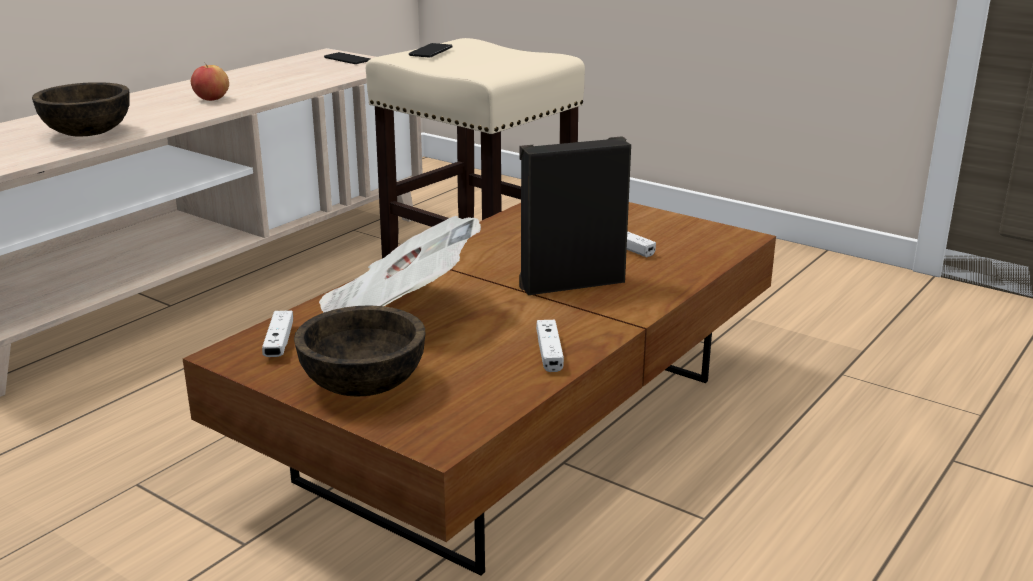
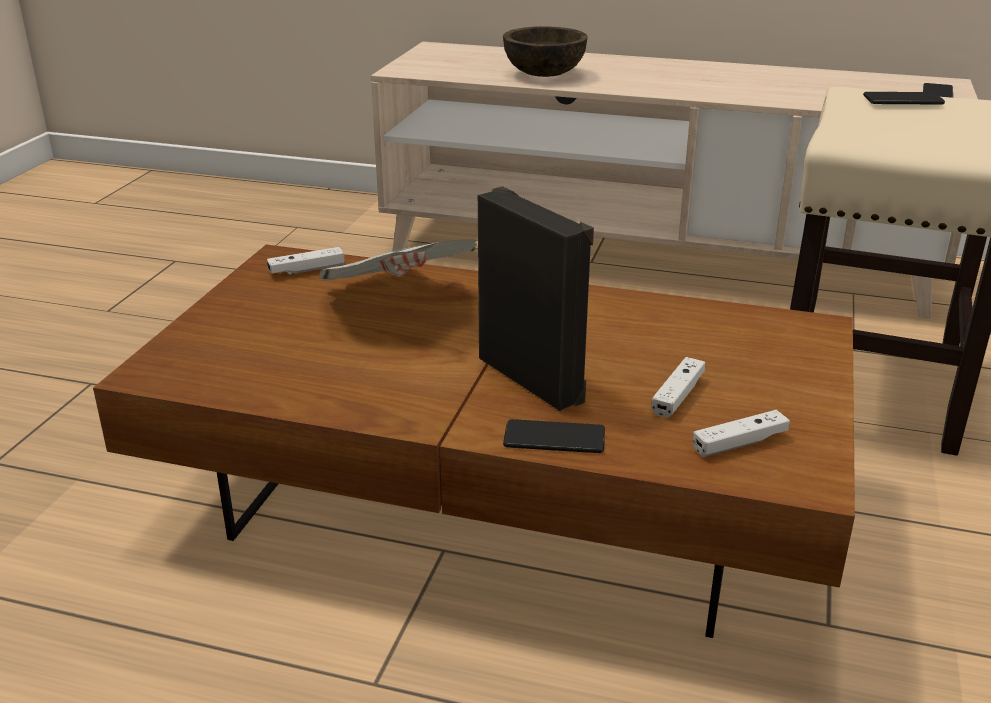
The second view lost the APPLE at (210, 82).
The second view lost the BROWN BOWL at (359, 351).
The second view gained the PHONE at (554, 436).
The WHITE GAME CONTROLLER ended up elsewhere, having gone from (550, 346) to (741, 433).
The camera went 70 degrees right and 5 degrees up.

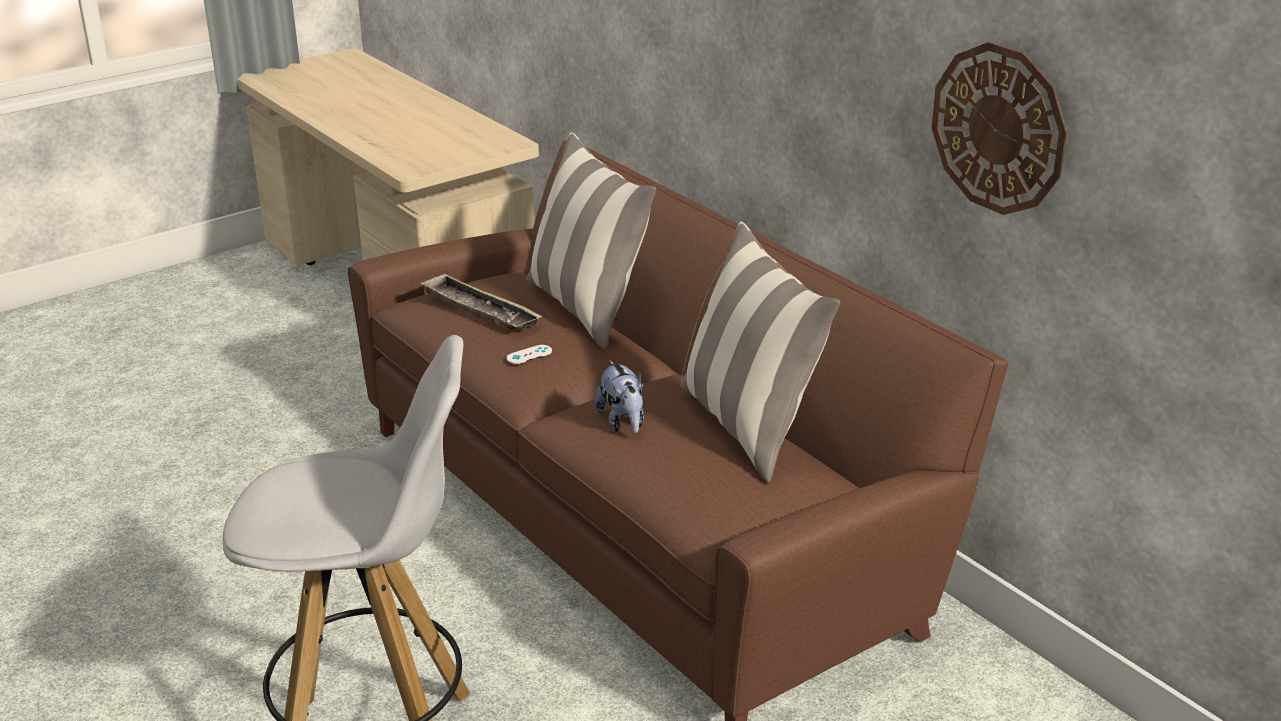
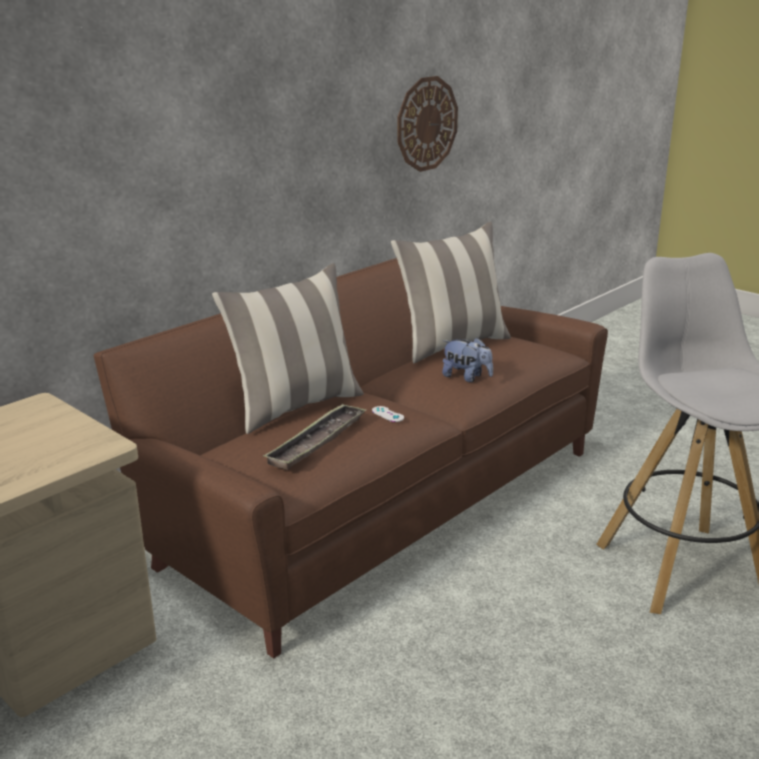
The PLUSH TOY at (619, 396) ended up facing another way, 60 degrees clockwise from before.
The camera went 100 degrees left and 5 degrees down.

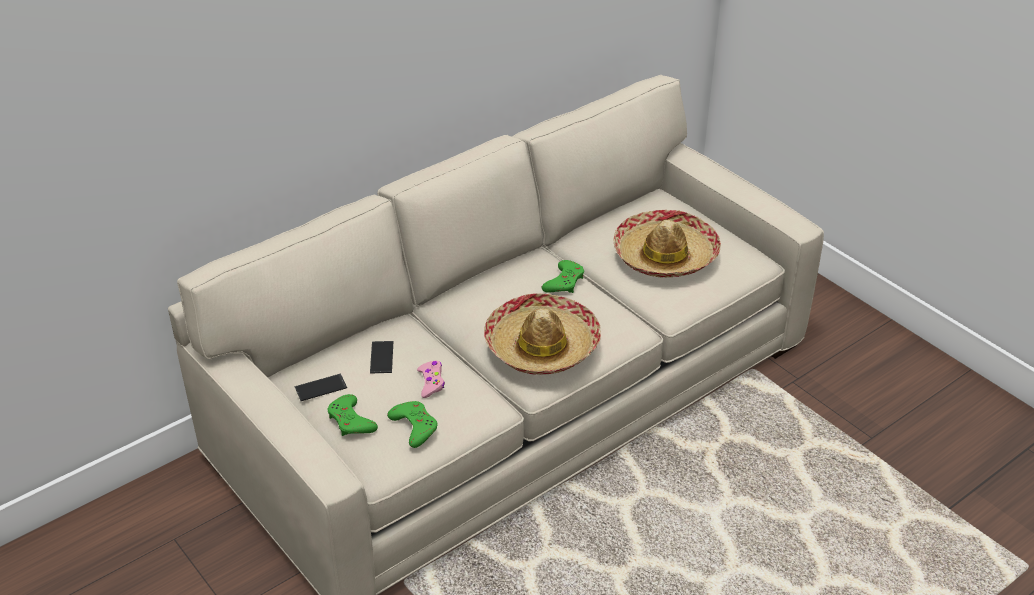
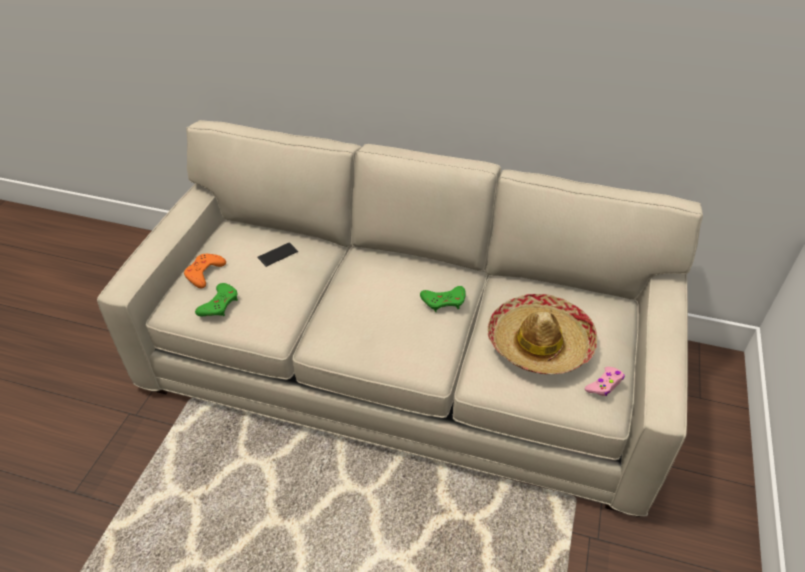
The second view lost the PHONE at (321, 387).
The second view lost the HAT at (542, 334).
The PINK GAME CONTROLLER ended up elsewhere, having gone from (431, 379) to (604, 381).
What was the GREEN GAME CONTROLLER at (353, 415) turned into the ORANGE GAME CONTROLLER at (205, 271).
The camera went 55 degrees right and 5 degrees up.

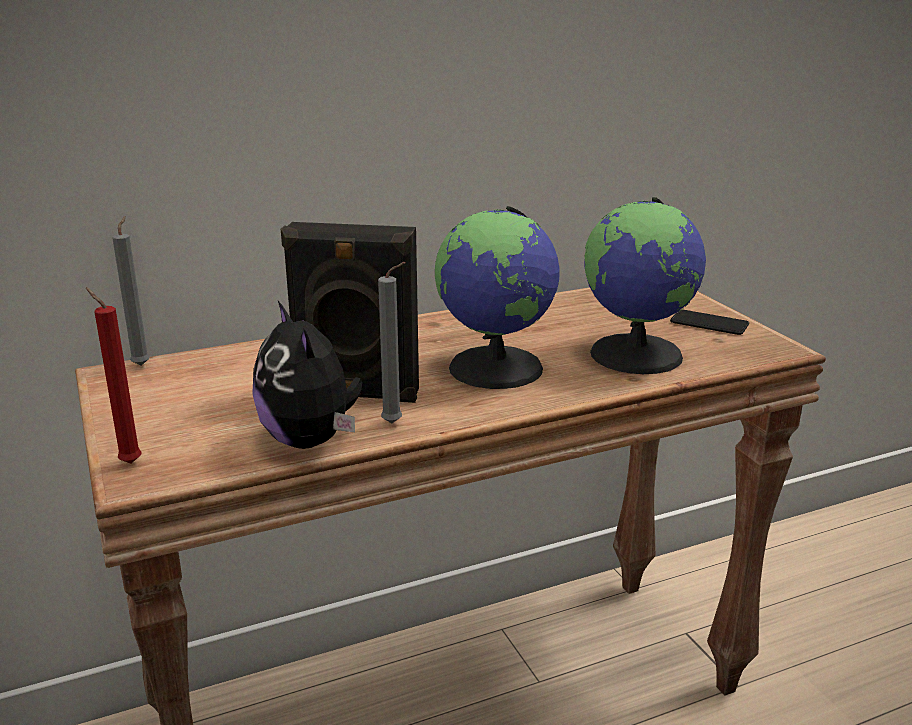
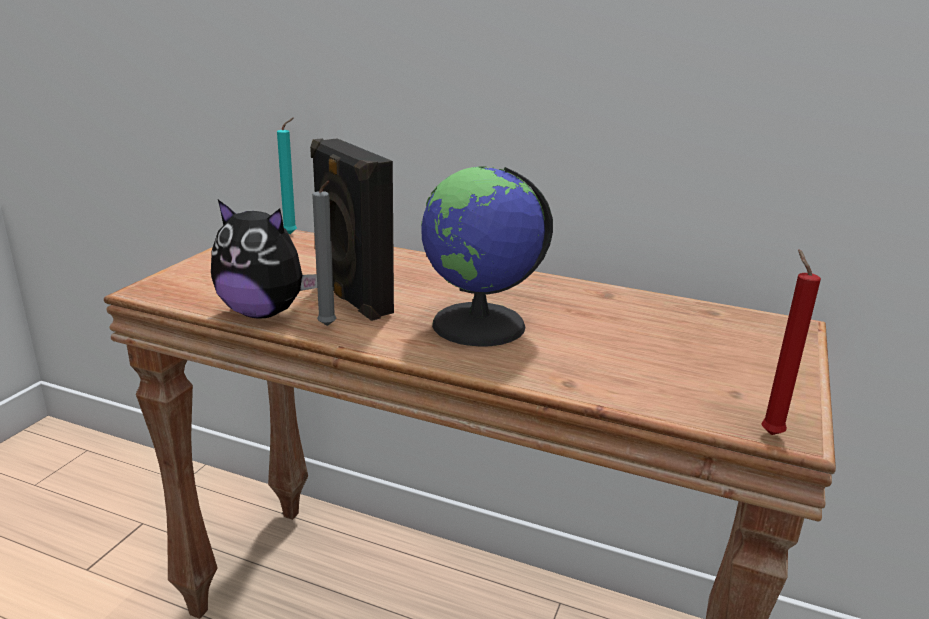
The second view lost the GLOBE at (645, 285).
The second view lost the PHONE at (709, 322).
The RED CANDLE ended up elsewhere, having gone from (113, 375) to (791, 342).
What was the GREY CANDLE at (131, 291) turned into the TURQUOISE CANDLE at (287, 175).
The PLUSH TOY at (307, 375) ended up facing another way, 90 degrees counterclockwise from before.
The camera went 45 degrees right and 0 degrees up.

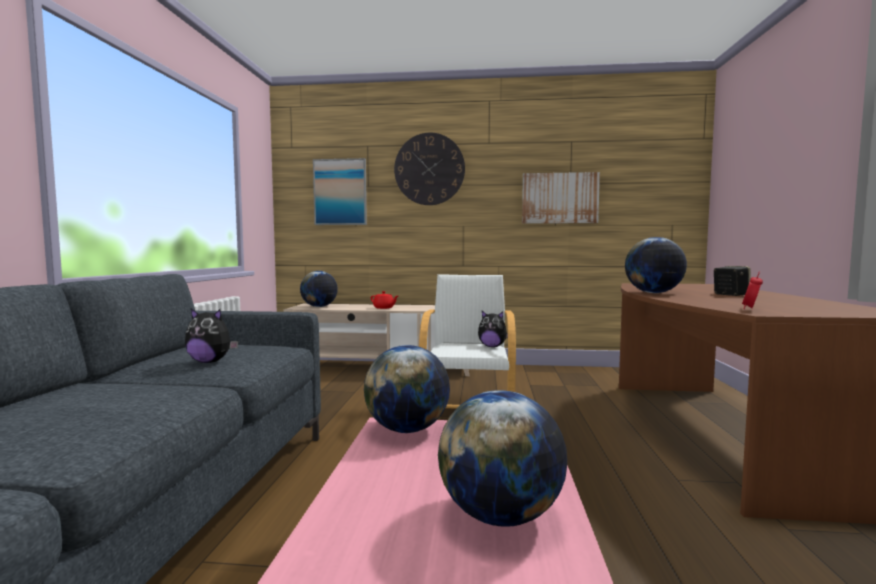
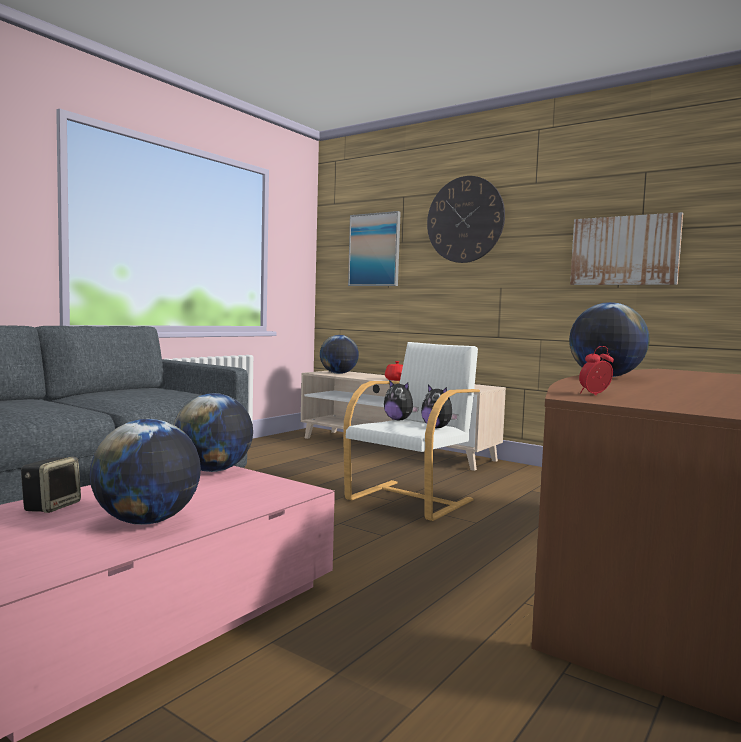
The PLUSH TOY ended up elsewhere, having gone from (212, 336) to (401, 400).
The SPEAKER ended up elsewhere, having gone from (732, 281) to (51, 485).
The camera went 30 degrees right and 0 degrees up.

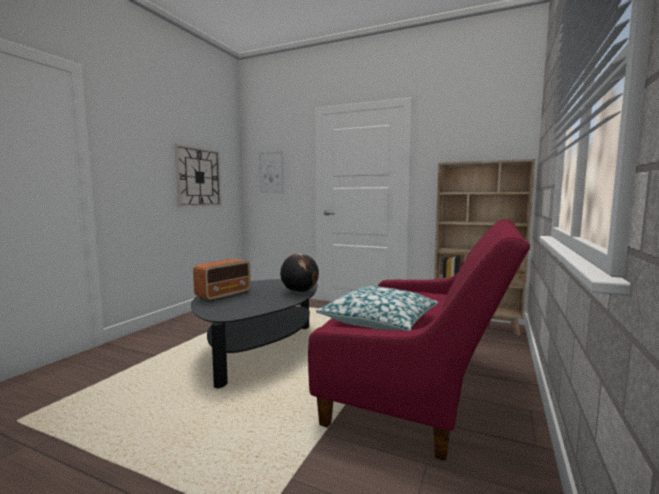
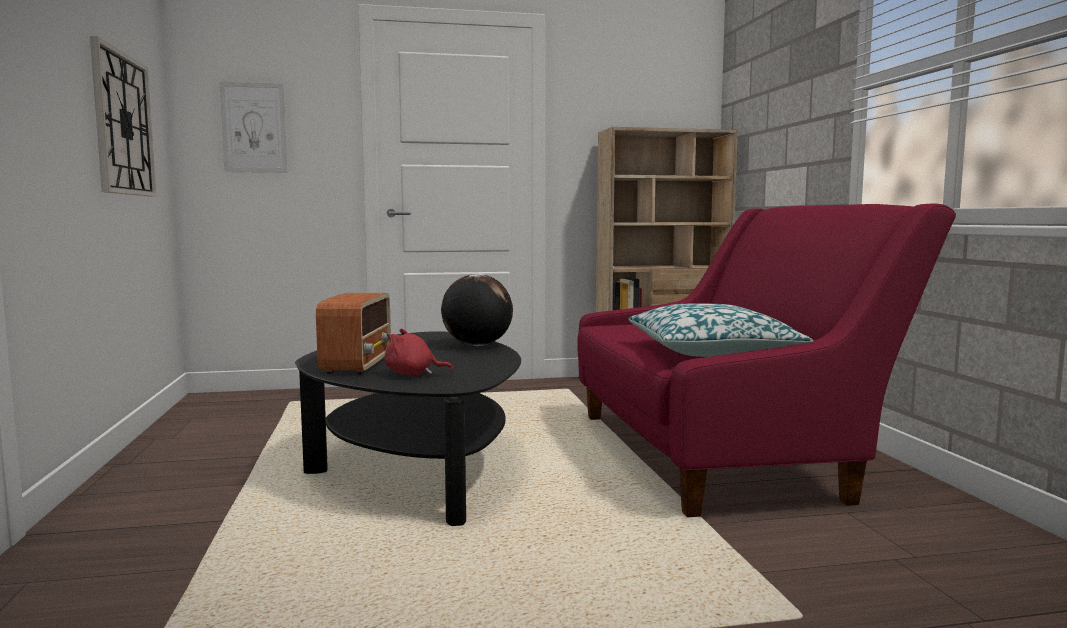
The second view gained the RED PLUSH TOY at (418, 352).
The camera went 35 degrees left and 0 degrees up.

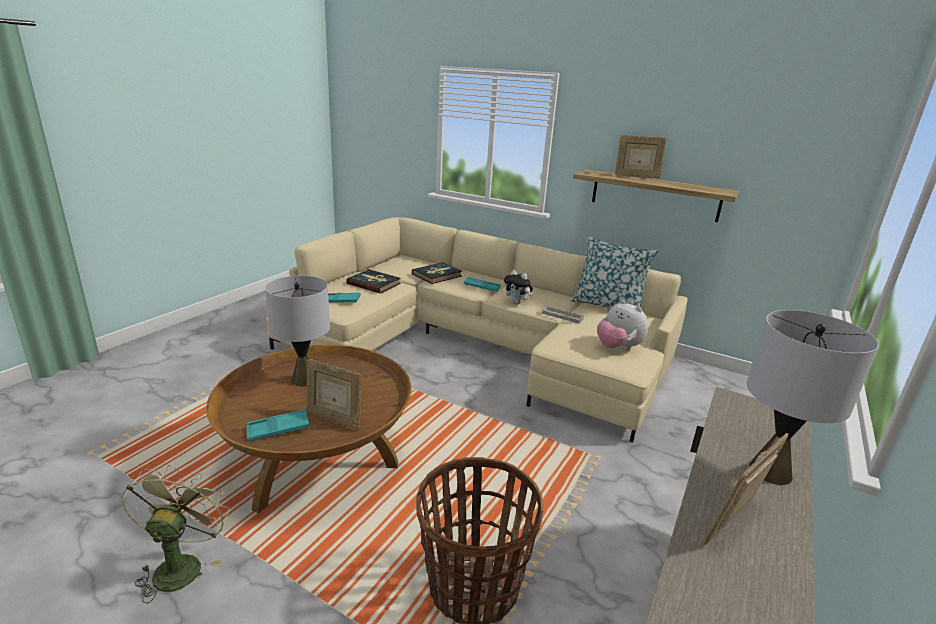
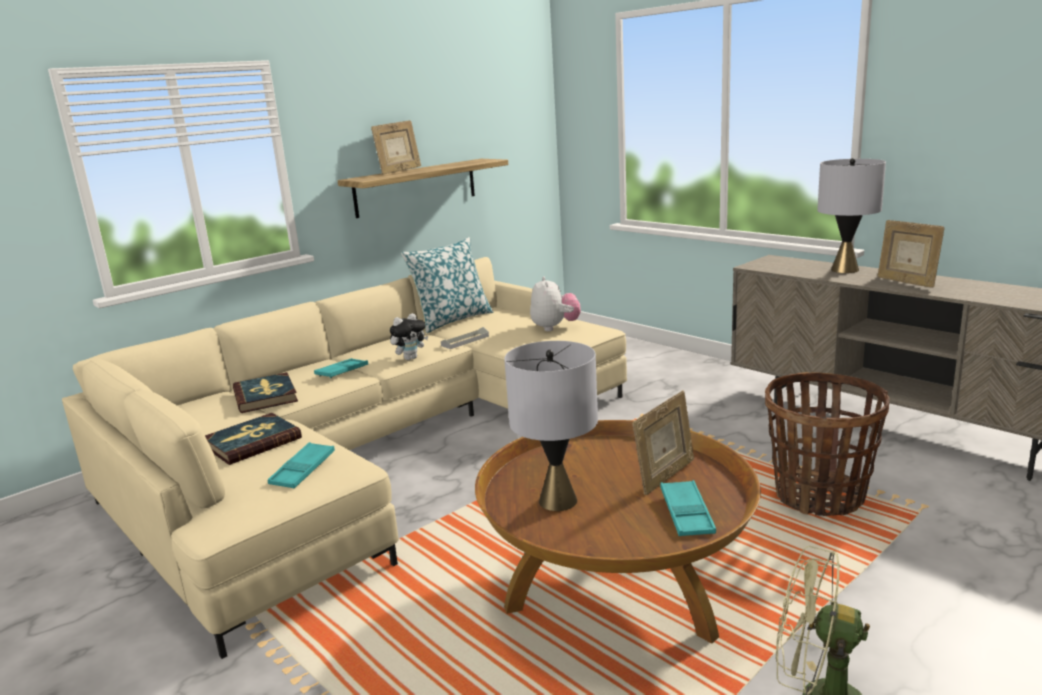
The PLUSH TOY at (622, 325) ended up facing another way, 75 degrees counterclockwise from before.
The camera went 70 degrees left and 5 degrees down.

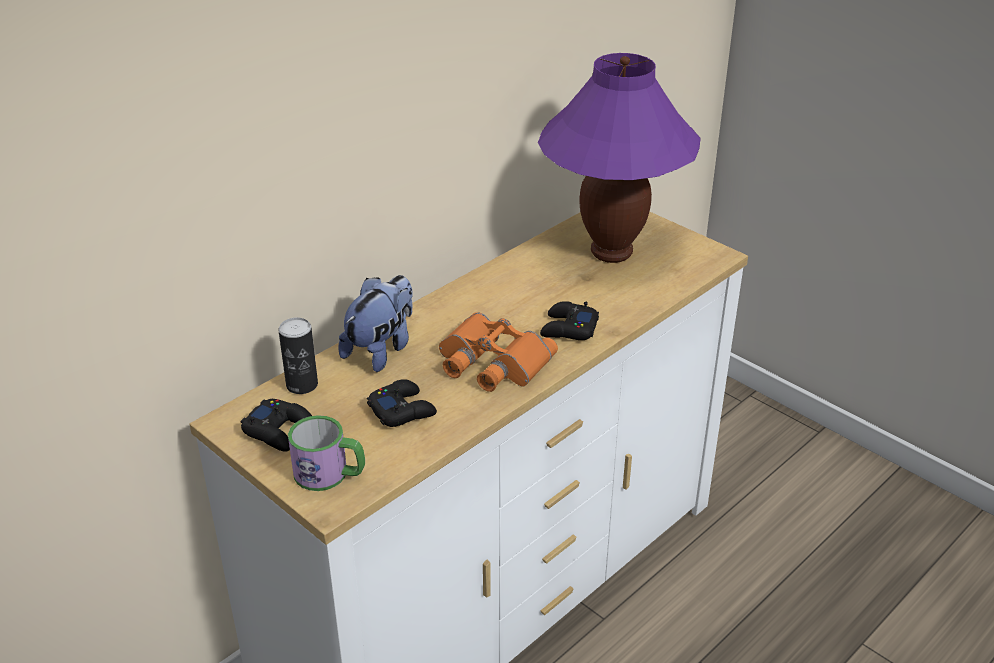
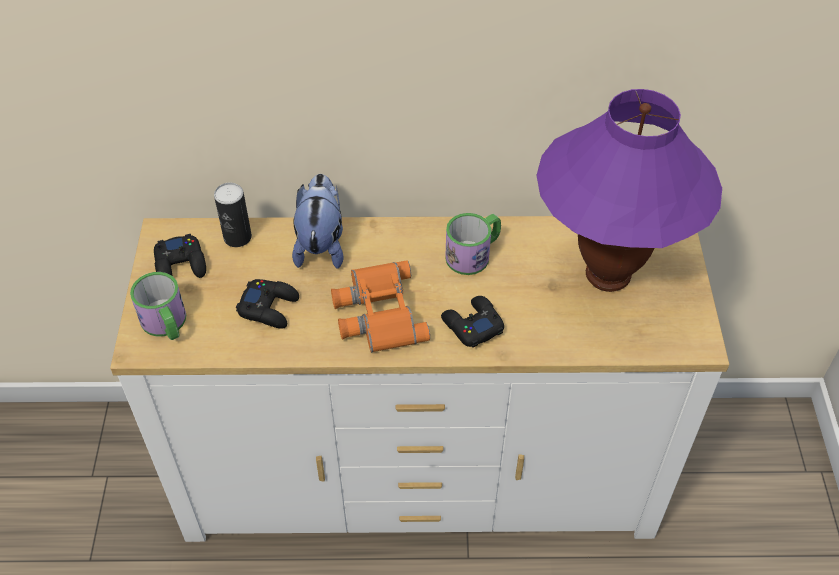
The second view gained the MUG at (473, 244).
The PLUSH TOY at (375, 323) ended up facing another way, 75 degrees counterclockwise from before.
The camera went 45 degrees right and 15 degrees up.

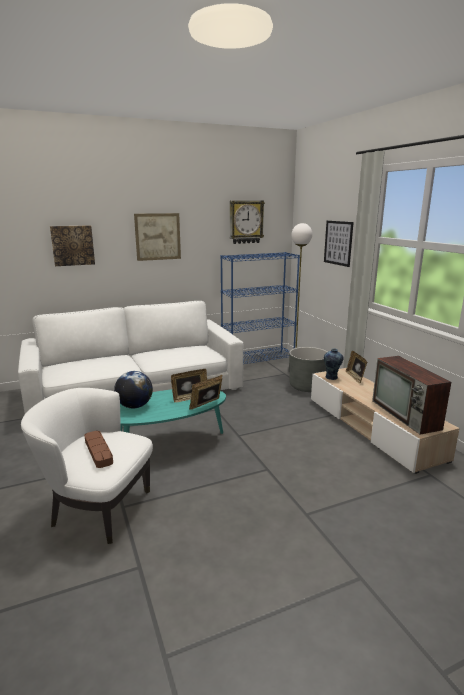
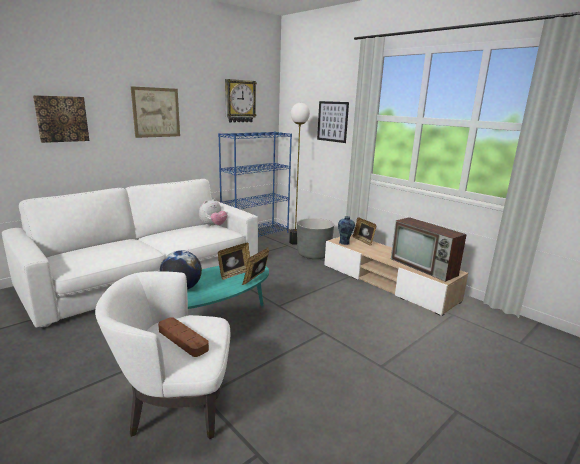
The second view gained the PLUSH TOY at (213, 212).
The camera went 20 degrees left and 0 degrees up.

